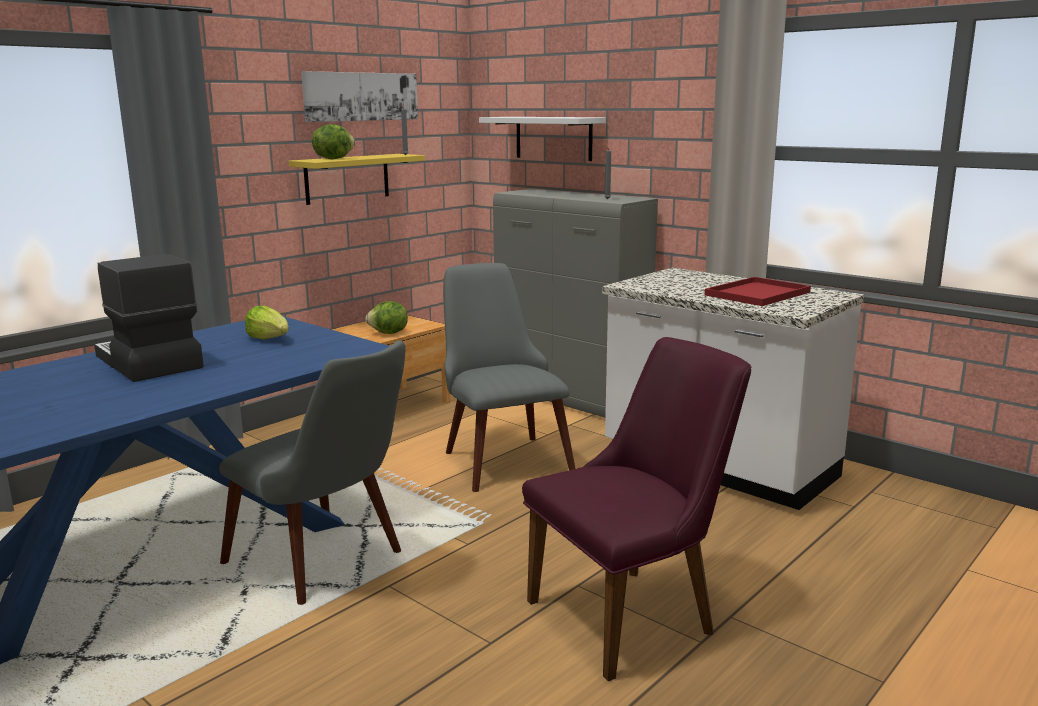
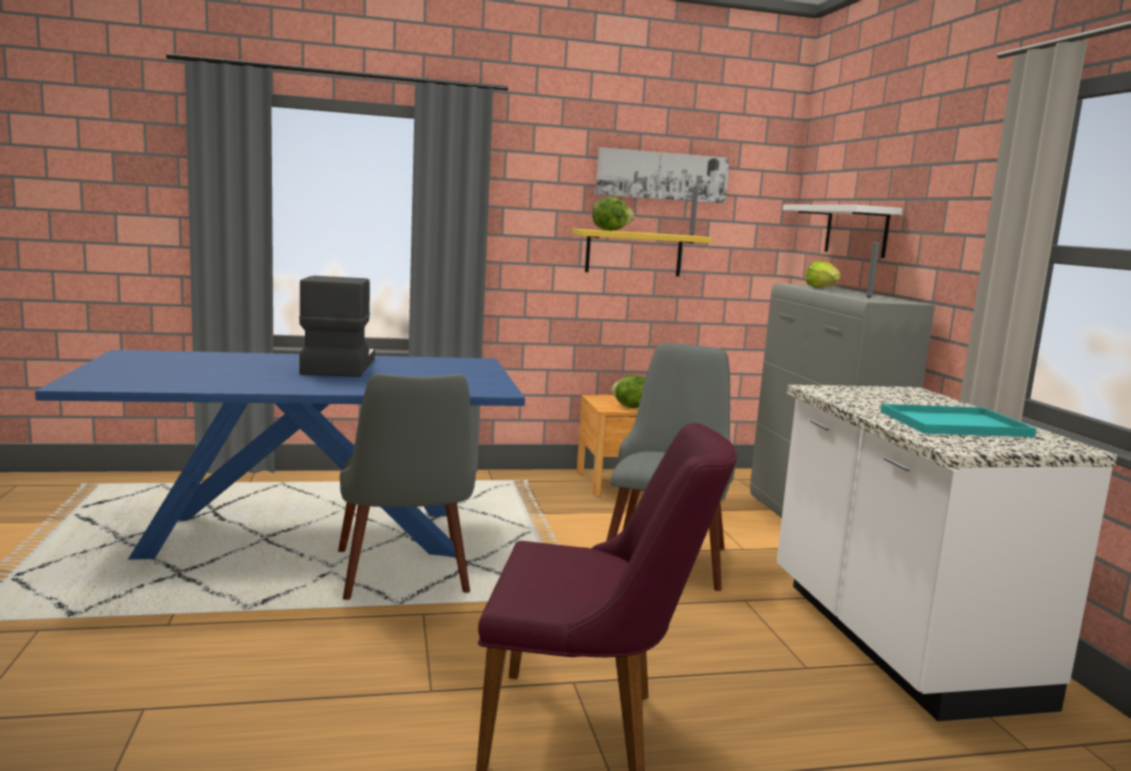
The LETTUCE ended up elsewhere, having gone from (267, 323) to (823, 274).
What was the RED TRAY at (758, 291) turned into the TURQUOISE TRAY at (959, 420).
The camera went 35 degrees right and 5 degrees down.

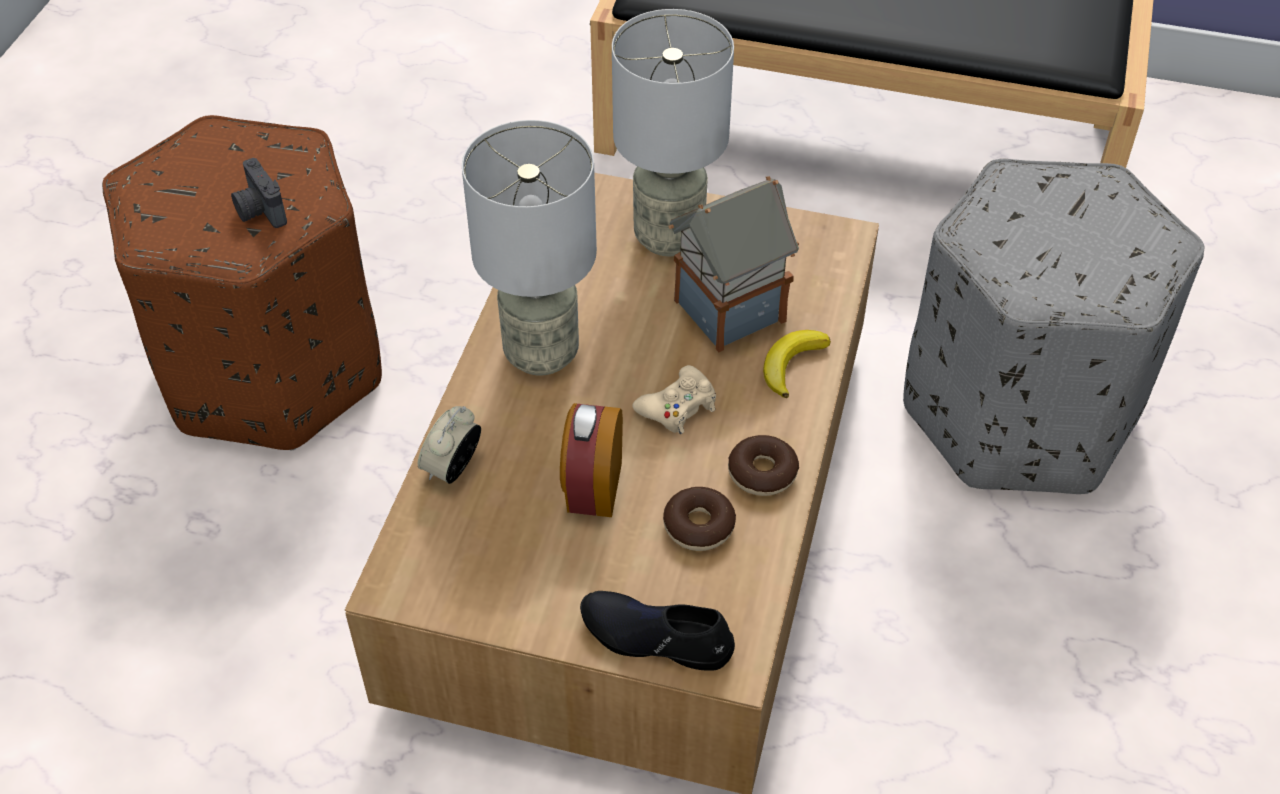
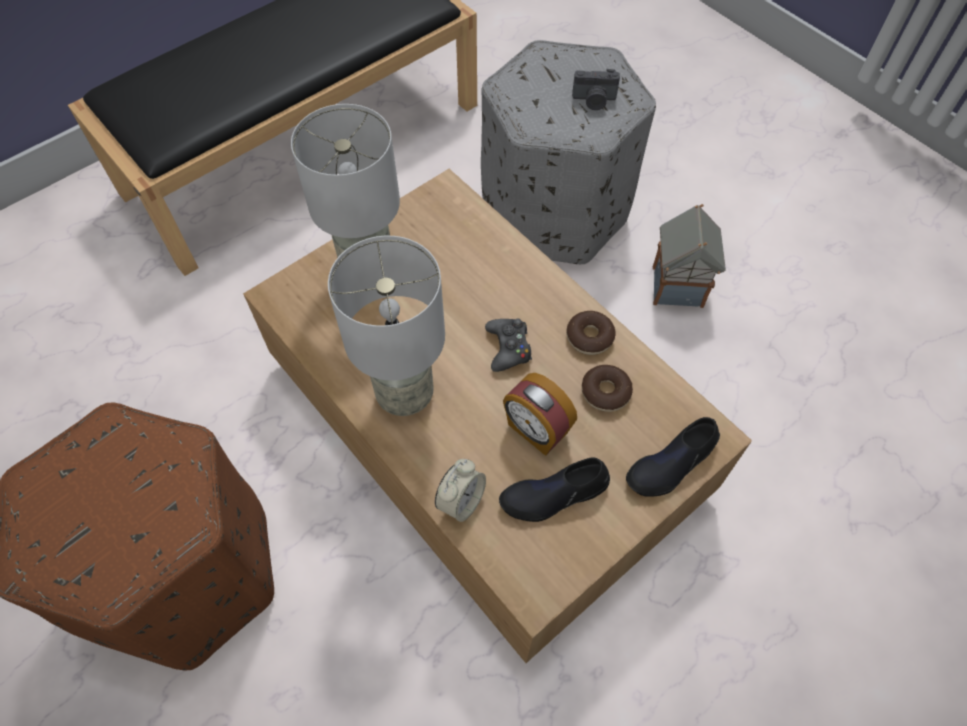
The second view lost the BANANA at (797, 364).
The second view gained the BLACK SHOE at (554, 490).
The PHOTO CAMERA ended up elsewhere, having gone from (259, 193) to (596, 89).
The TOY HOUSE ended up elsewhere, having gone from (734, 264) to (689, 256).
What was the BEIGE GAME CONTROLLER at (674, 399) turned into the BLACK GAME CONTROLLER at (508, 345).
The ALARM CLOCK at (449, 445) ended up facing another way, 120 degrees counterclockwise from before.
The camera went 55 degrees left and 10 degrees up.

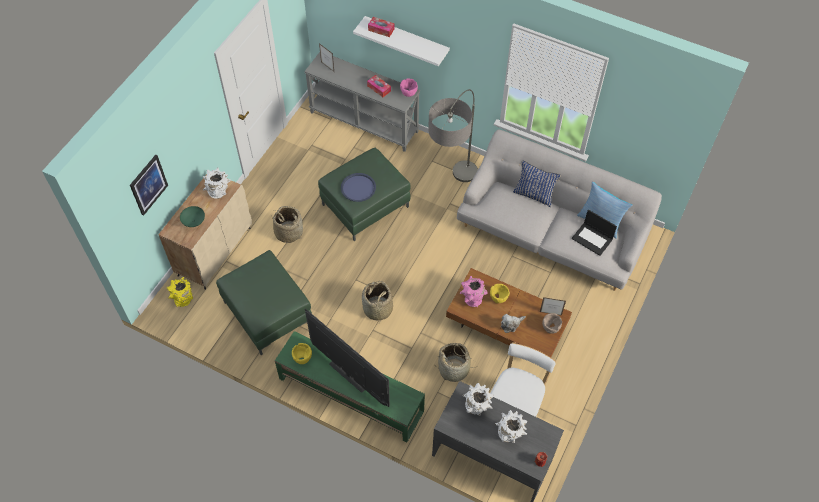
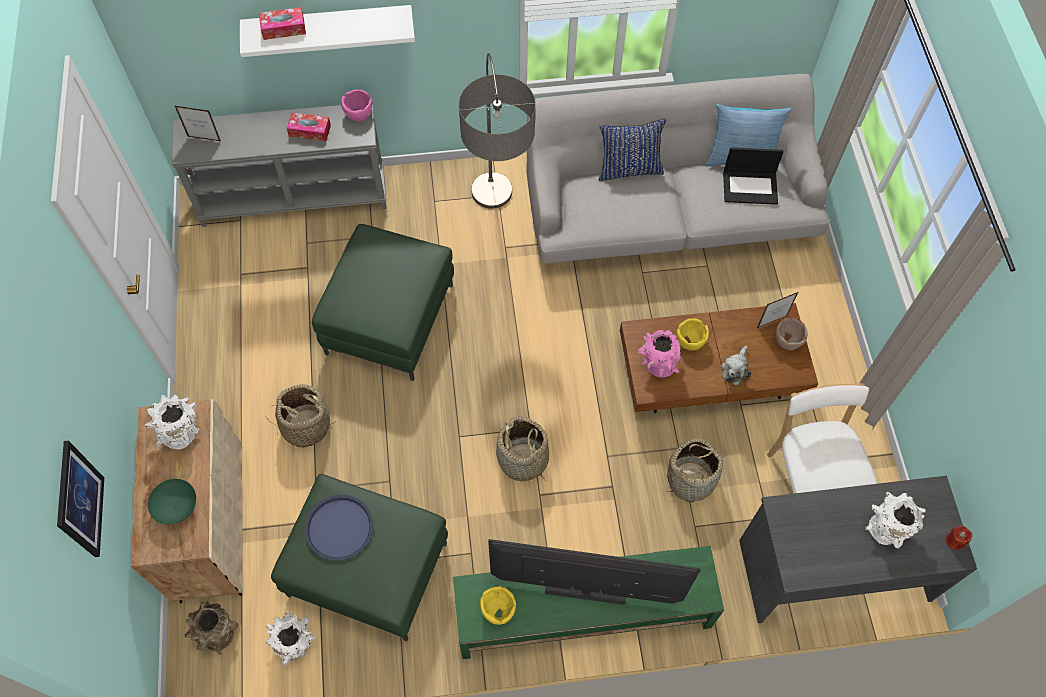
The BLUE TRAY ended up elsewhere, having gone from (358, 187) to (339, 528).
The WHITE VASE ended up elsewhere, having gone from (478, 399) to (290, 638).
What was the YELLOW VASE at (180, 292) turned into the BROWN VASE at (211, 628).
The camera went 35 degrees left and 5 degrees up.

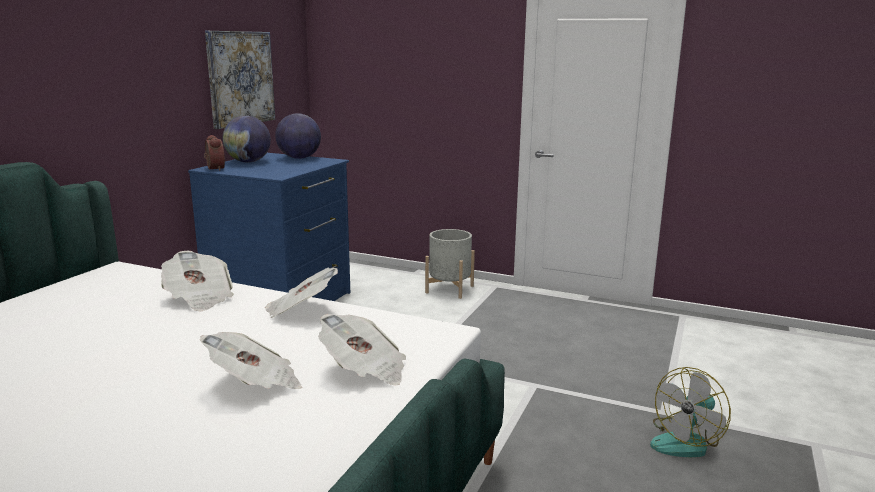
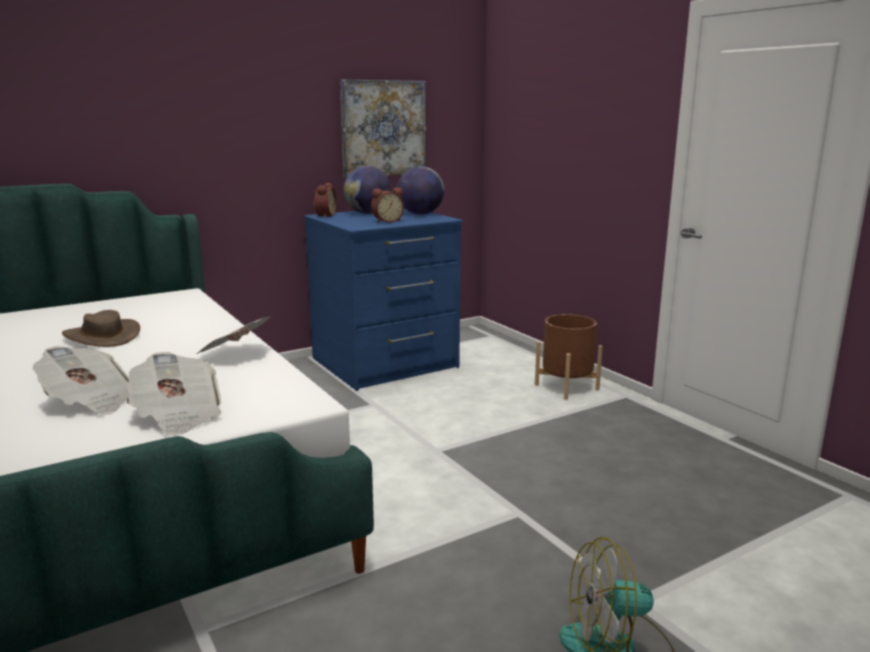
The second view lost the NEWSPAPER at (197, 281).
The second view gained the BROWN HAT at (101, 328).
The second view gained the ALARM CLOCK at (387, 205).
What was the GREY PLANTER at (450, 264) turned into the BROWN PLANTER at (569, 357).
The camera went 35 degrees right and 0 degrees up.

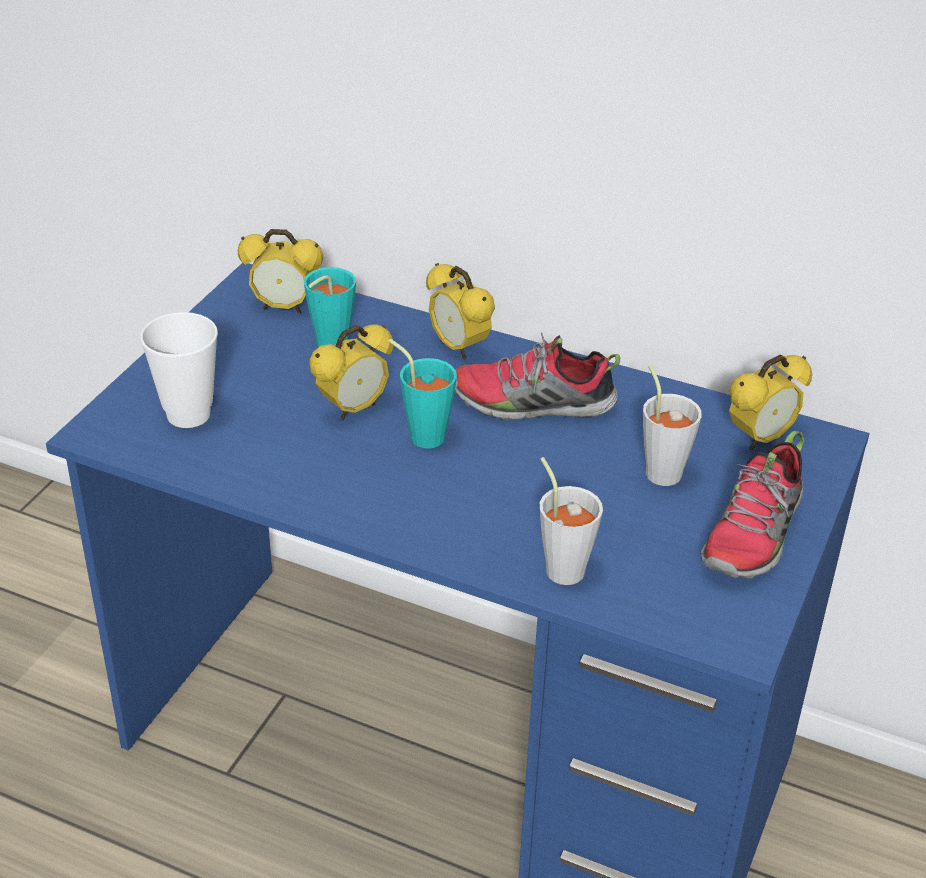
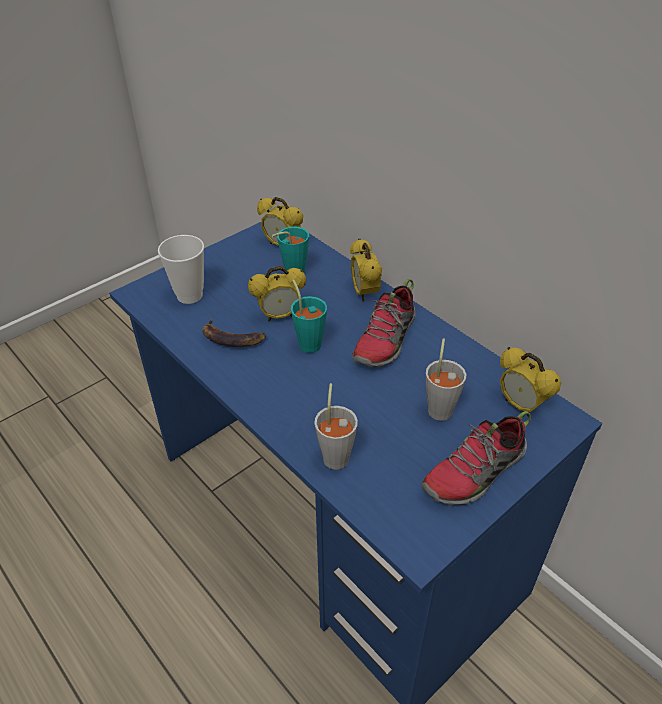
The second view gained the BANANA at (234, 332).
The SHOE at (537, 376) ended up facing another way, 90 degrees counterclockwise from before.
The ALARM CLOCK at (770, 402) ended up facing another way, 60 degrees clockwise from before.
The camera went 25 degrees right and 5 degrees up.

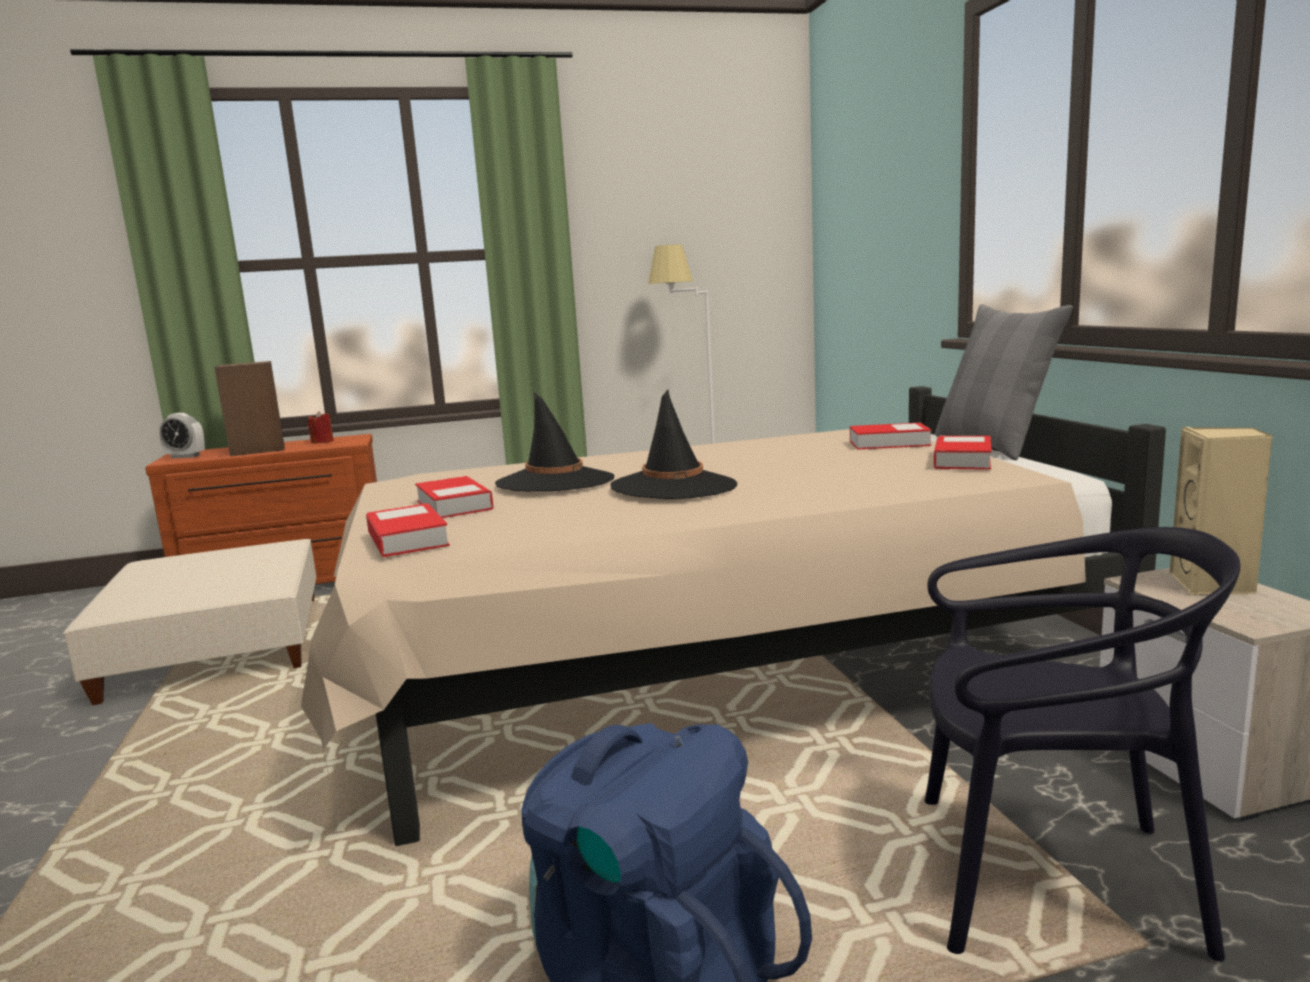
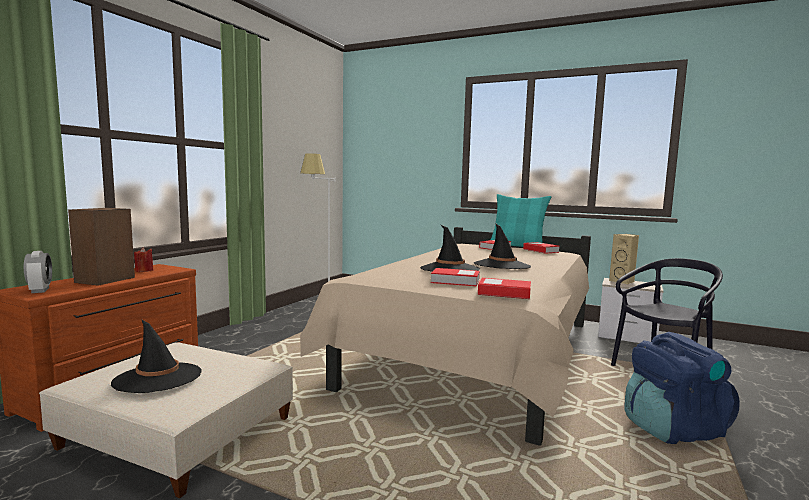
The second view gained the BLACK HAT at (156, 356).
What was the GREY PILLOW at (1004, 382) turned into the TURQUOISE PILLOW at (521, 220).
The ALARM CLOCK at (182, 435) ended up facing another way, 75 degrees counterclockwise from before.
The camera went 50 degrees left and 5 degrees down.

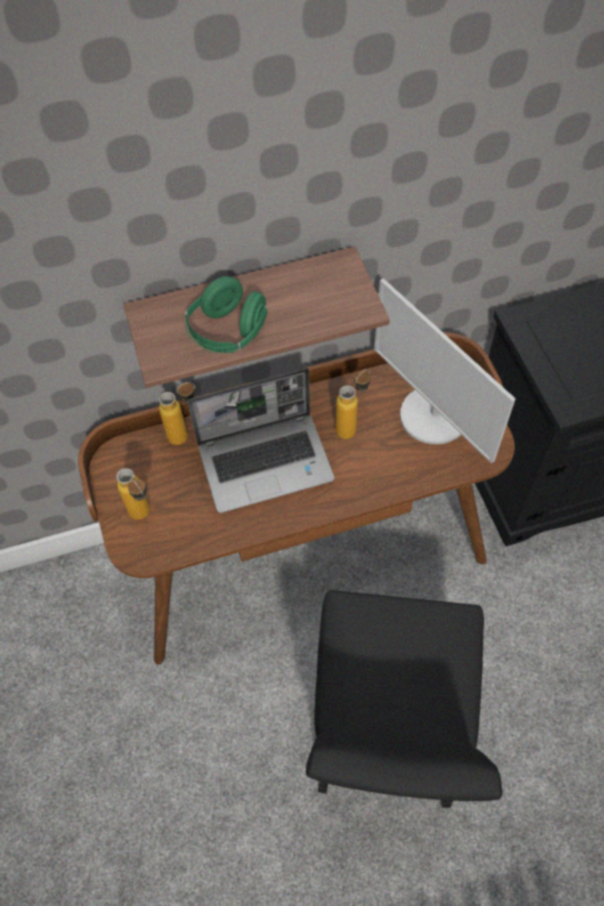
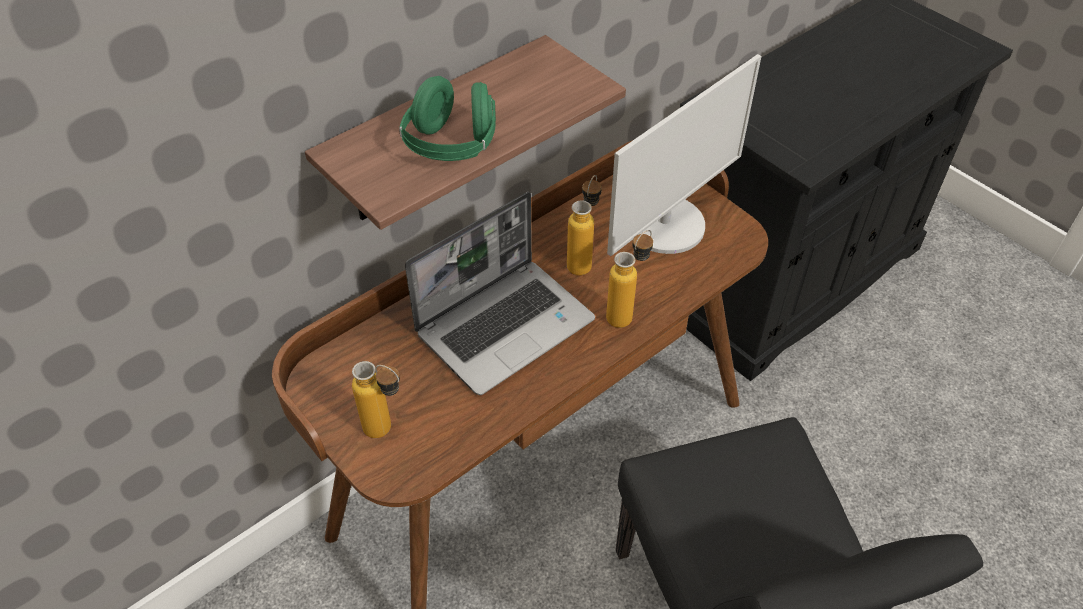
The BOTTLE ended up elsewhere, having gone from (177, 413) to (629, 279).
The MONITOR at (445, 371) ended up facing another way, 75 degrees counterclockwise from before.
The camera went 25 degrees left and 10 degrees down.

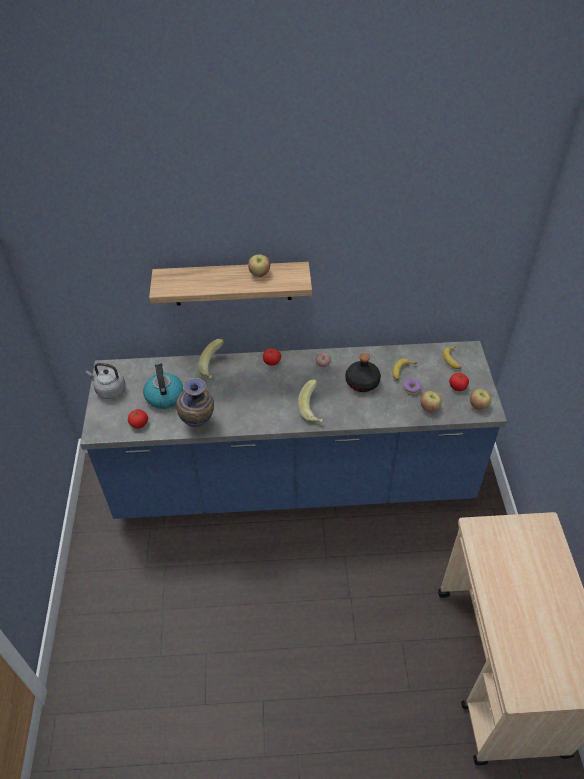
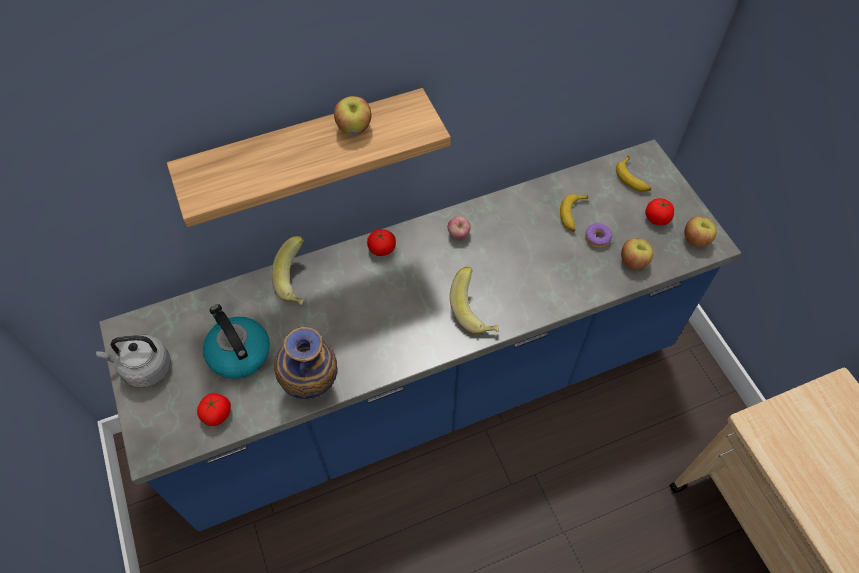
The second view lost the BLACK BOTTLE at (363, 372).
The camera went 20 degrees left and 10 degrees up.

